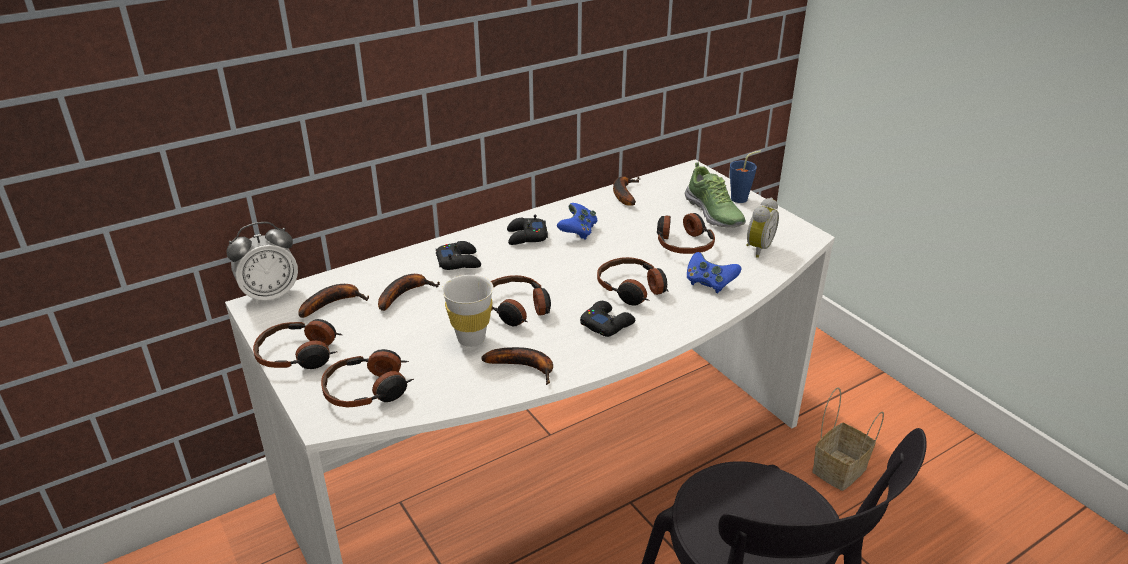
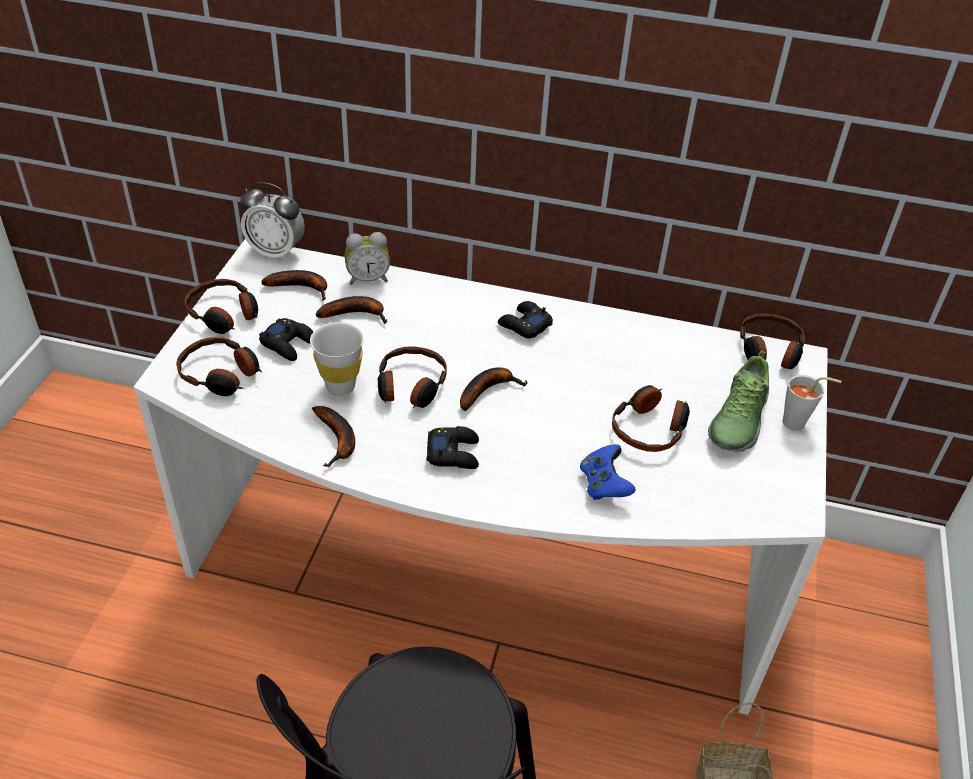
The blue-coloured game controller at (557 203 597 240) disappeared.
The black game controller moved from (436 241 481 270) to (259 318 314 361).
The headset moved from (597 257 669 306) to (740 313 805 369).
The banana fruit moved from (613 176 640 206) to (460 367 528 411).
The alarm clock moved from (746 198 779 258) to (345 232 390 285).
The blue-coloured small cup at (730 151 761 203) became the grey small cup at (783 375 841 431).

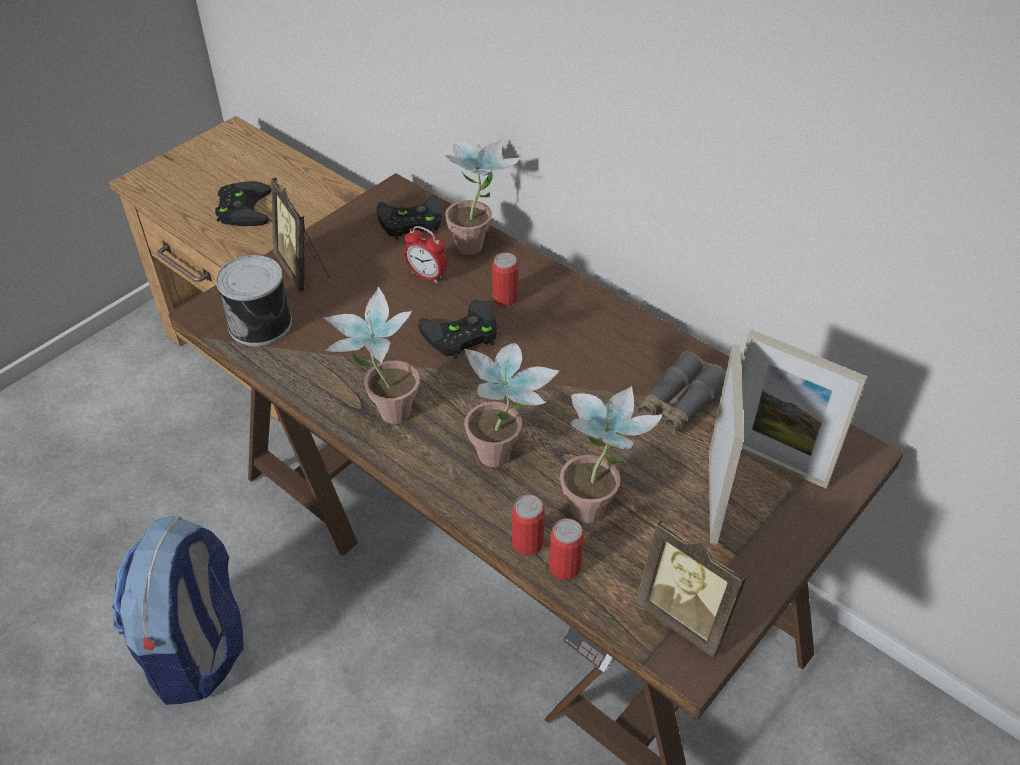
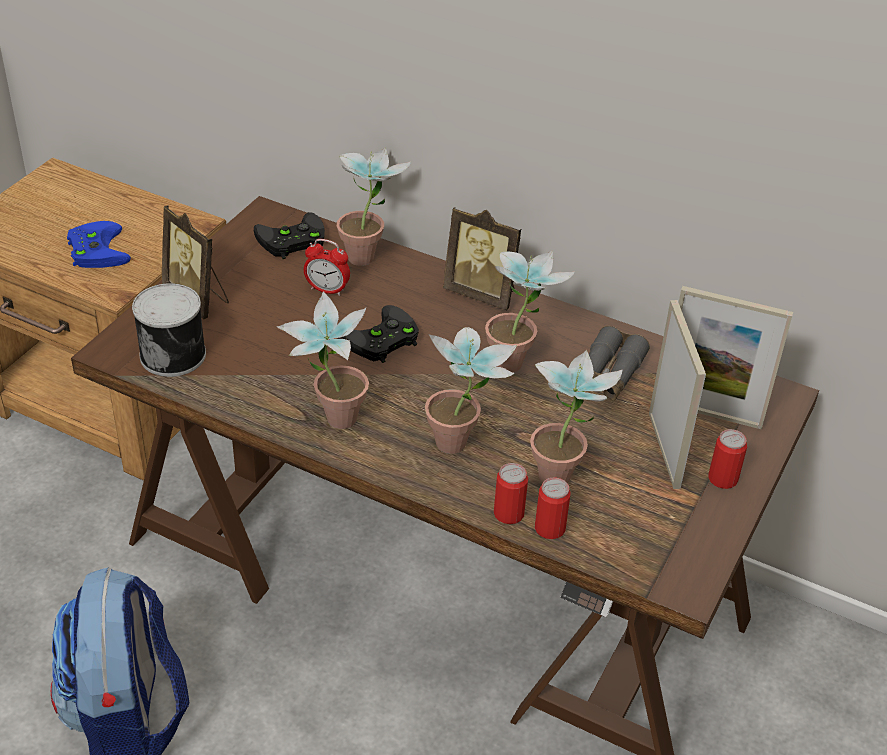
The plant in a pot at (485 251 575 372) appeared.
The metal can moved from (492 253 518 306) to (708 429 747 489).
The picture frame moved from (635 521 746 658) to (443 207 521 310).
The black game controller at (215 181 272 226) became the blue-coloured game controller at (67 221 131 268).

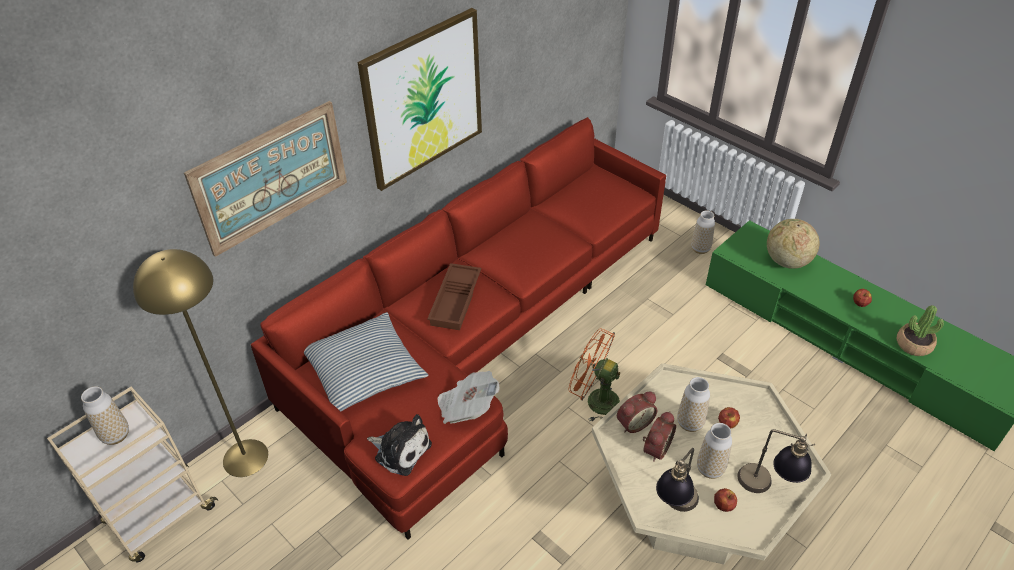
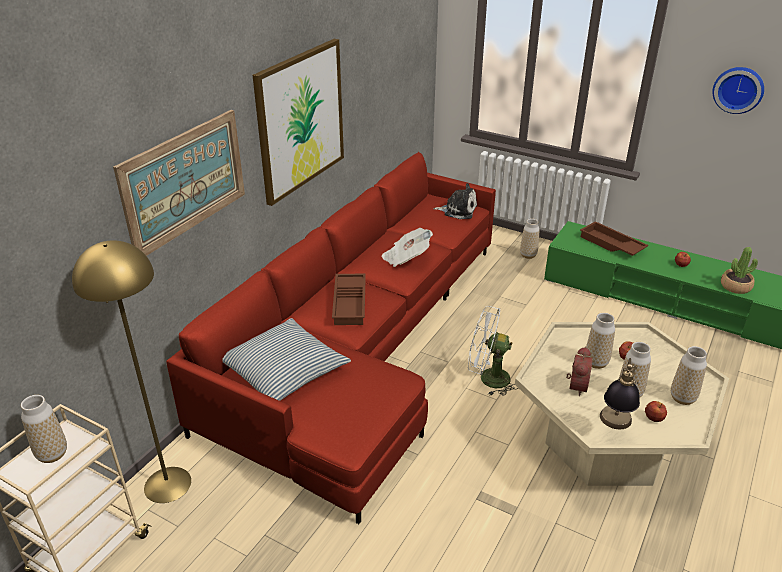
The alarm clock at (617 392 657 433) disappeared.
The wall clock at (712 67 764 114) appeared.
The plush toy moved from (367 414 432 476) to (433 183 477 219).
The printed paper moved from (437 371 500 424) to (382 228 433 267).
The tabletop lamp at (738 429 815 493) was replaced by the decorative vase at (671 346 707 405).
The desk globe at (767 219 819 269) was replaced by the brown-coloured serving tray at (580 221 649 256).
The orangey electric fan at (568 328 620 421) became the white electric fan at (468 306 518 396).

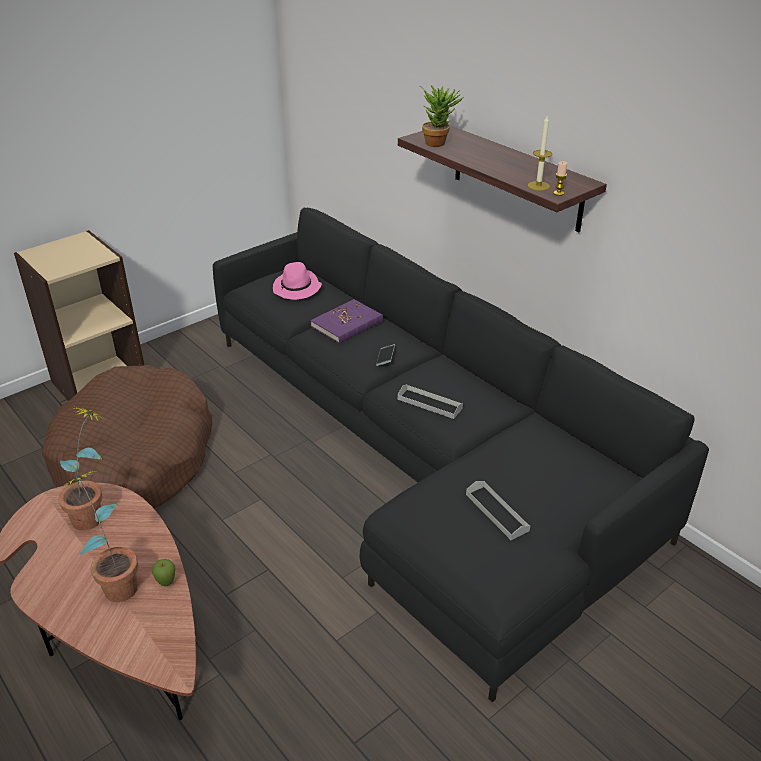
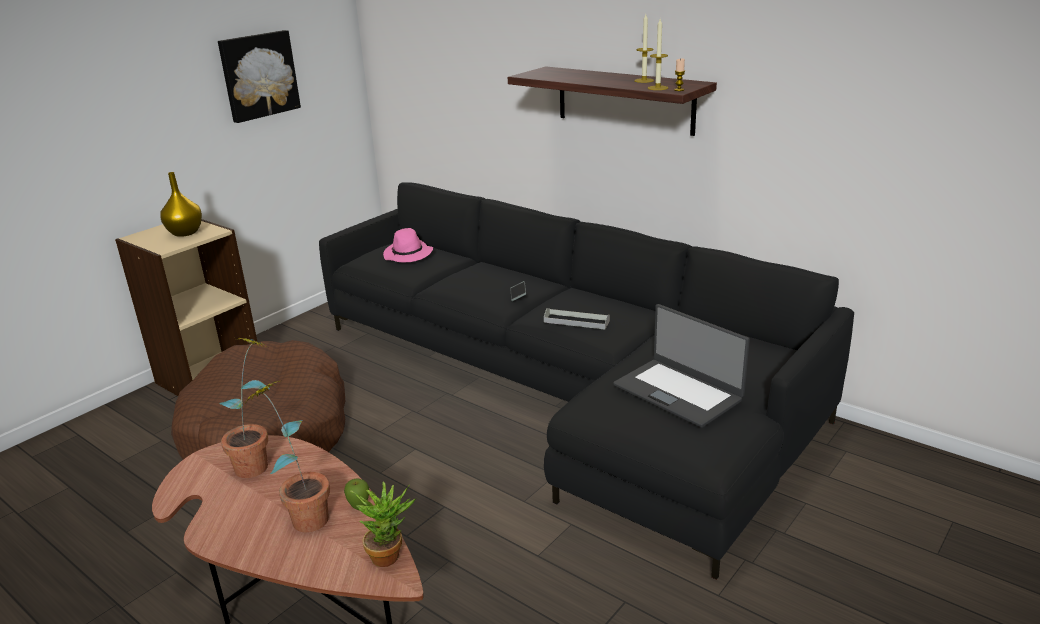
The purple bound book at (310 299 383 344) disappeared.
The yellowish decorative vase at (160 172 202 237) appeared.
The wall picture at (218 30 301 123) appeared.
The wax light at (634 14 654 83) appeared.
The plant in a pot moved from (420 85 464 147) to (350 481 416 567).
The grey serving tray at (466 481 530 540) was replaced by the portable computer at (613 304 750 428).

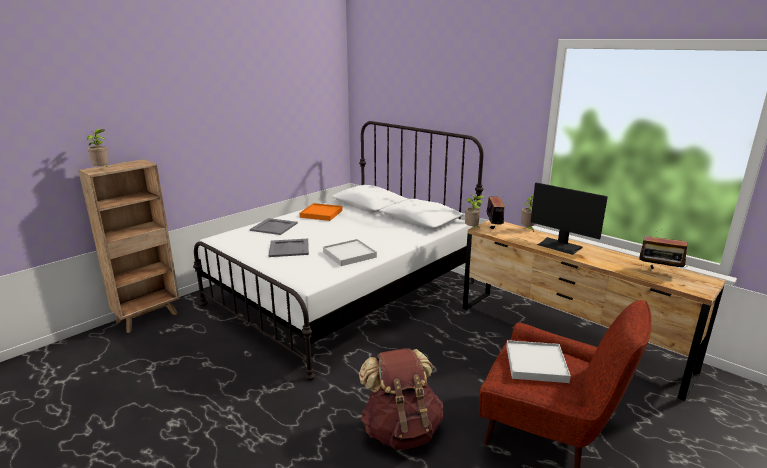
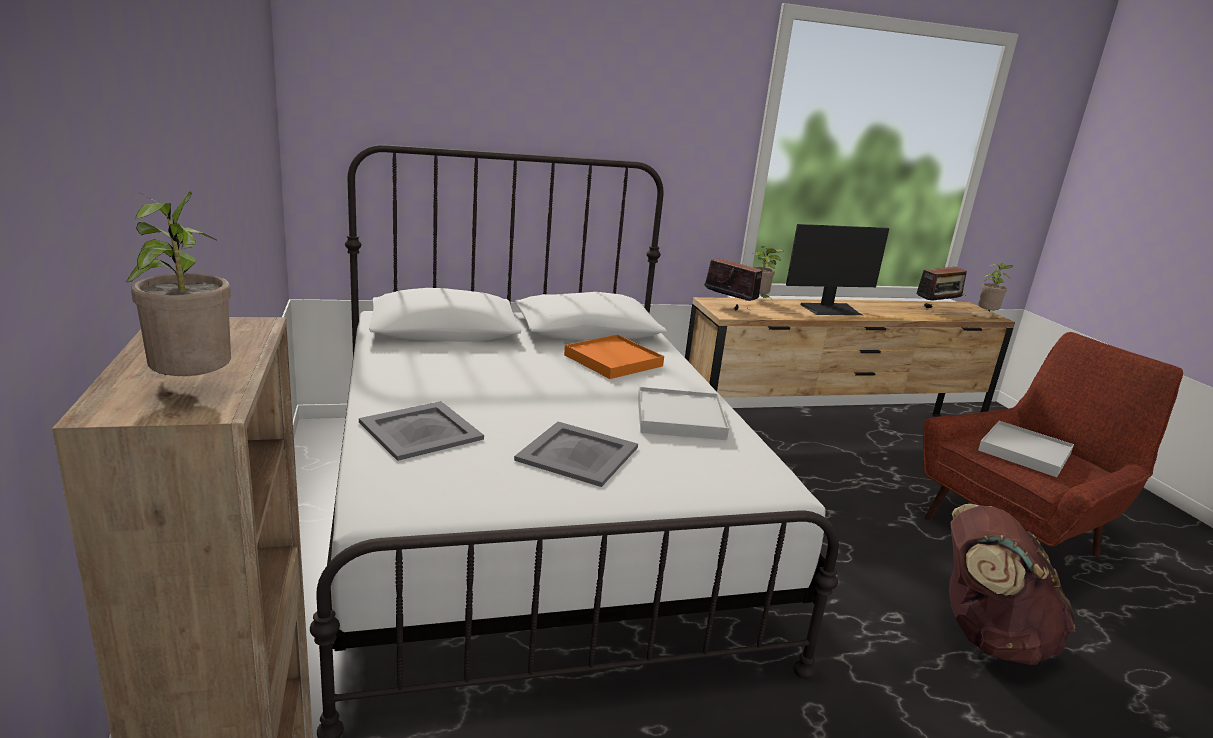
The orangey serving tray moved from (300 203 343 221) to (564 335 664 379).
The plant in a pot moved from (465 195 485 228) to (978 263 1013 312).

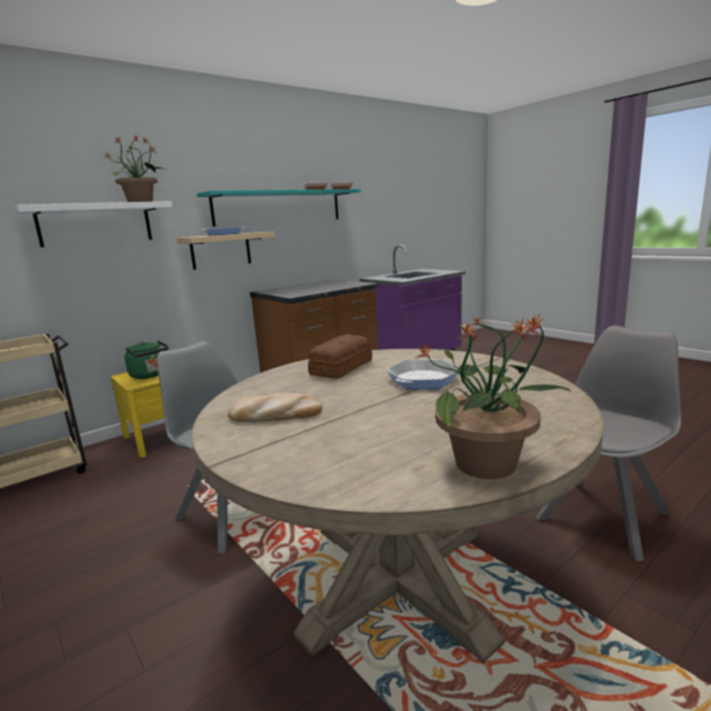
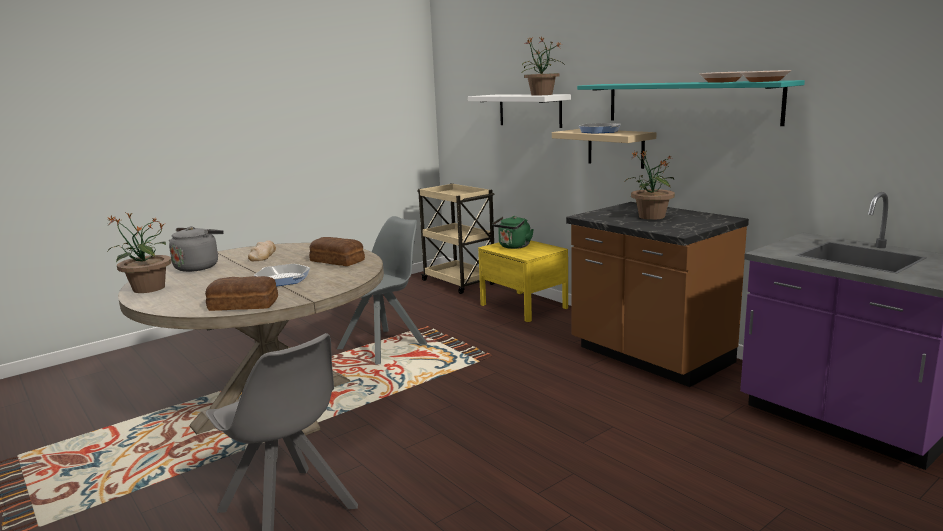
The grey water kettle at (169 226 224 272) appeared.
The bread at (205 276 278 311) appeared.
The plant in a pot at (625 150 675 220) appeared.

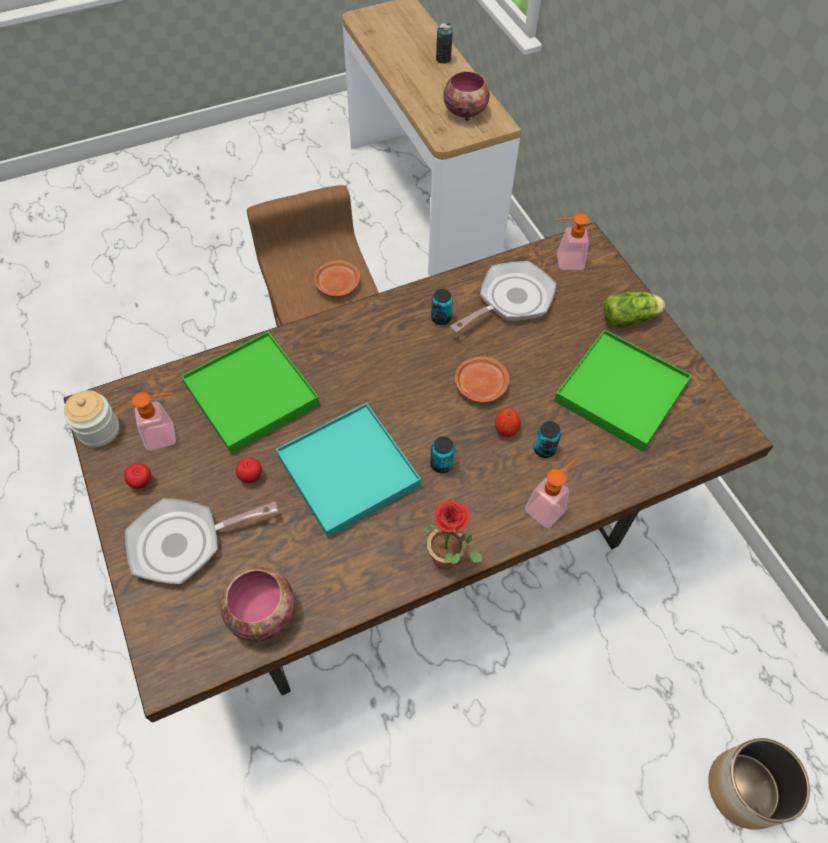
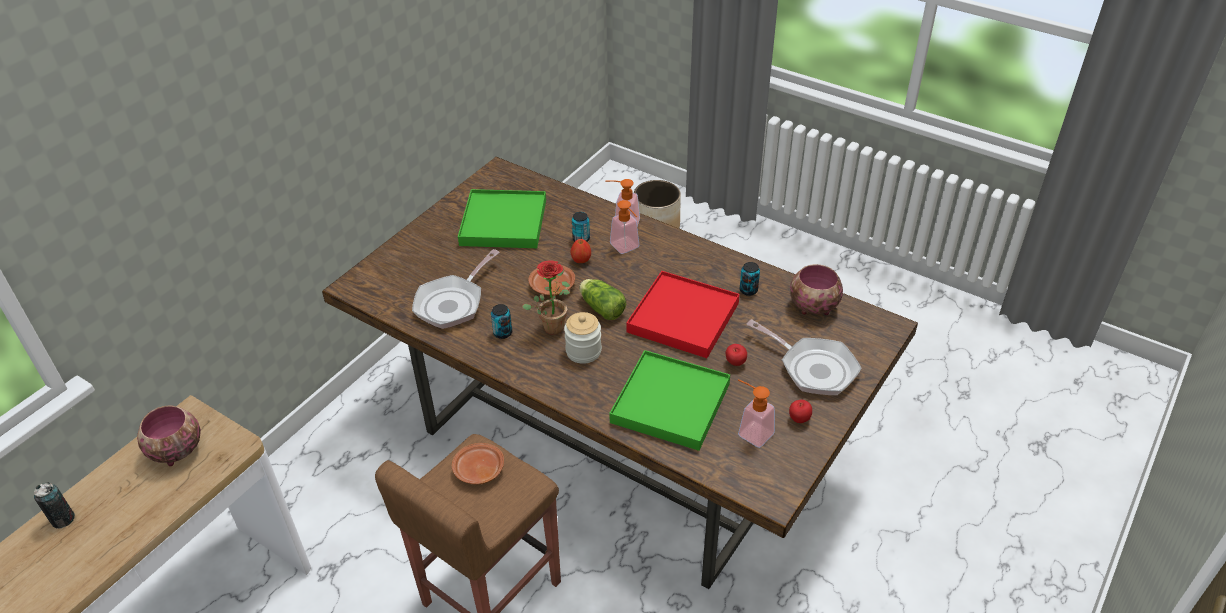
The jar moved from (64 390 119 447) to (564 312 602 364).
The plant in a pot moved from (422 500 482 569) to (522 260 570 335).
The metal can moved from (430 436 455 473) to (740 262 760 296).
The soap bottle moved from (555 214 589 270) to (610 200 639 254).
The head of lettuce moved from (604 292 665 327) to (579 279 626 320).
The blue-green serving tray at (276 403 421 538) became the red-coloured serving tray at (626 271 740 358).
The pan at (450 261 556 332) turned 75 degrees counterclockwise.

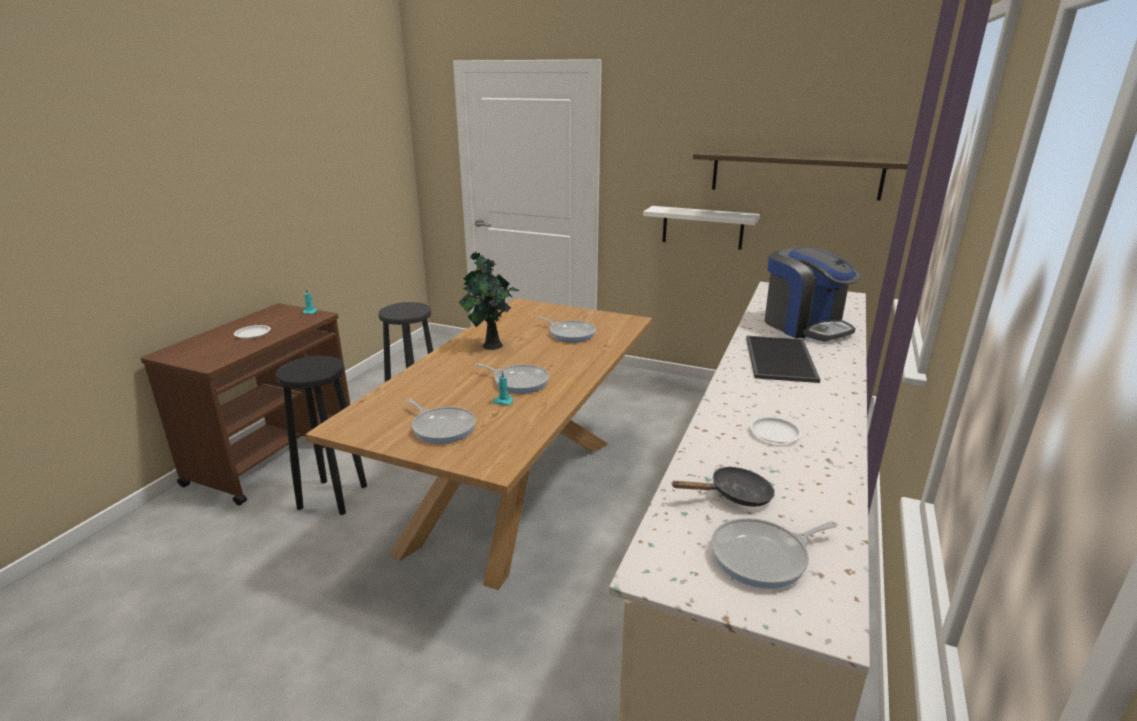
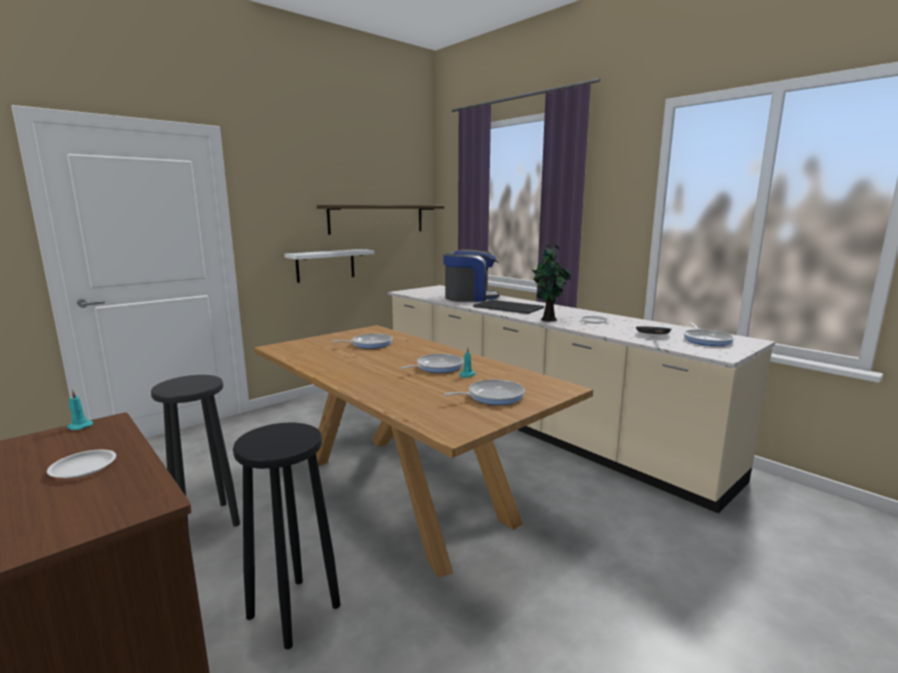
The plant in a pot moved from (459 252 519 350) to (532 243 571 322).

